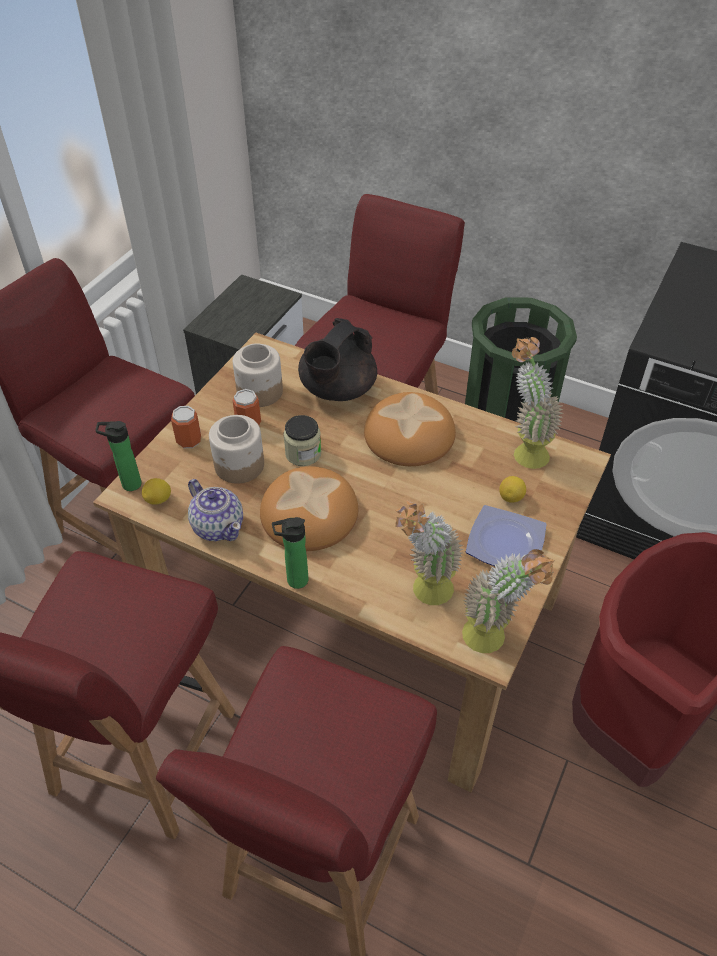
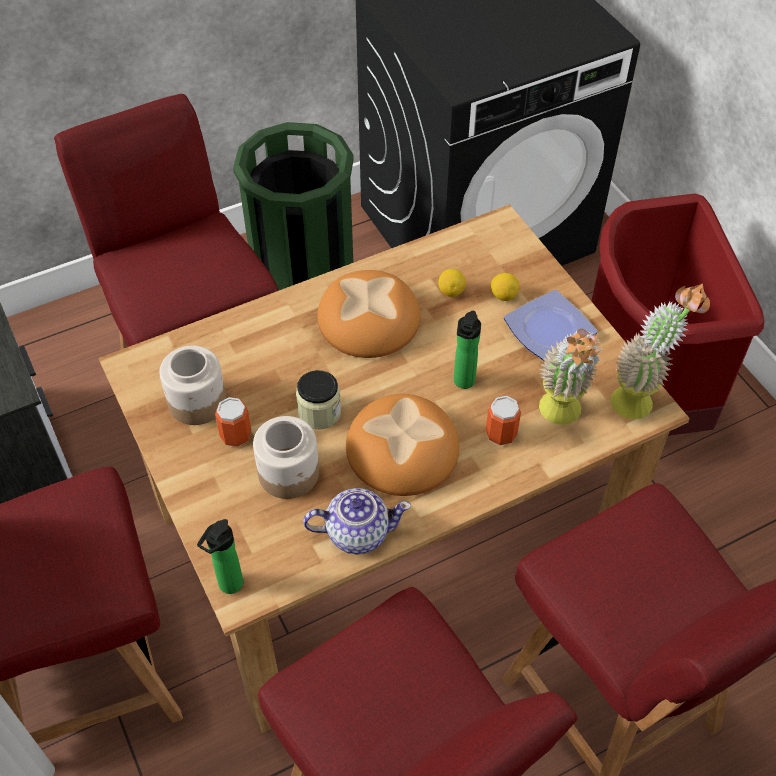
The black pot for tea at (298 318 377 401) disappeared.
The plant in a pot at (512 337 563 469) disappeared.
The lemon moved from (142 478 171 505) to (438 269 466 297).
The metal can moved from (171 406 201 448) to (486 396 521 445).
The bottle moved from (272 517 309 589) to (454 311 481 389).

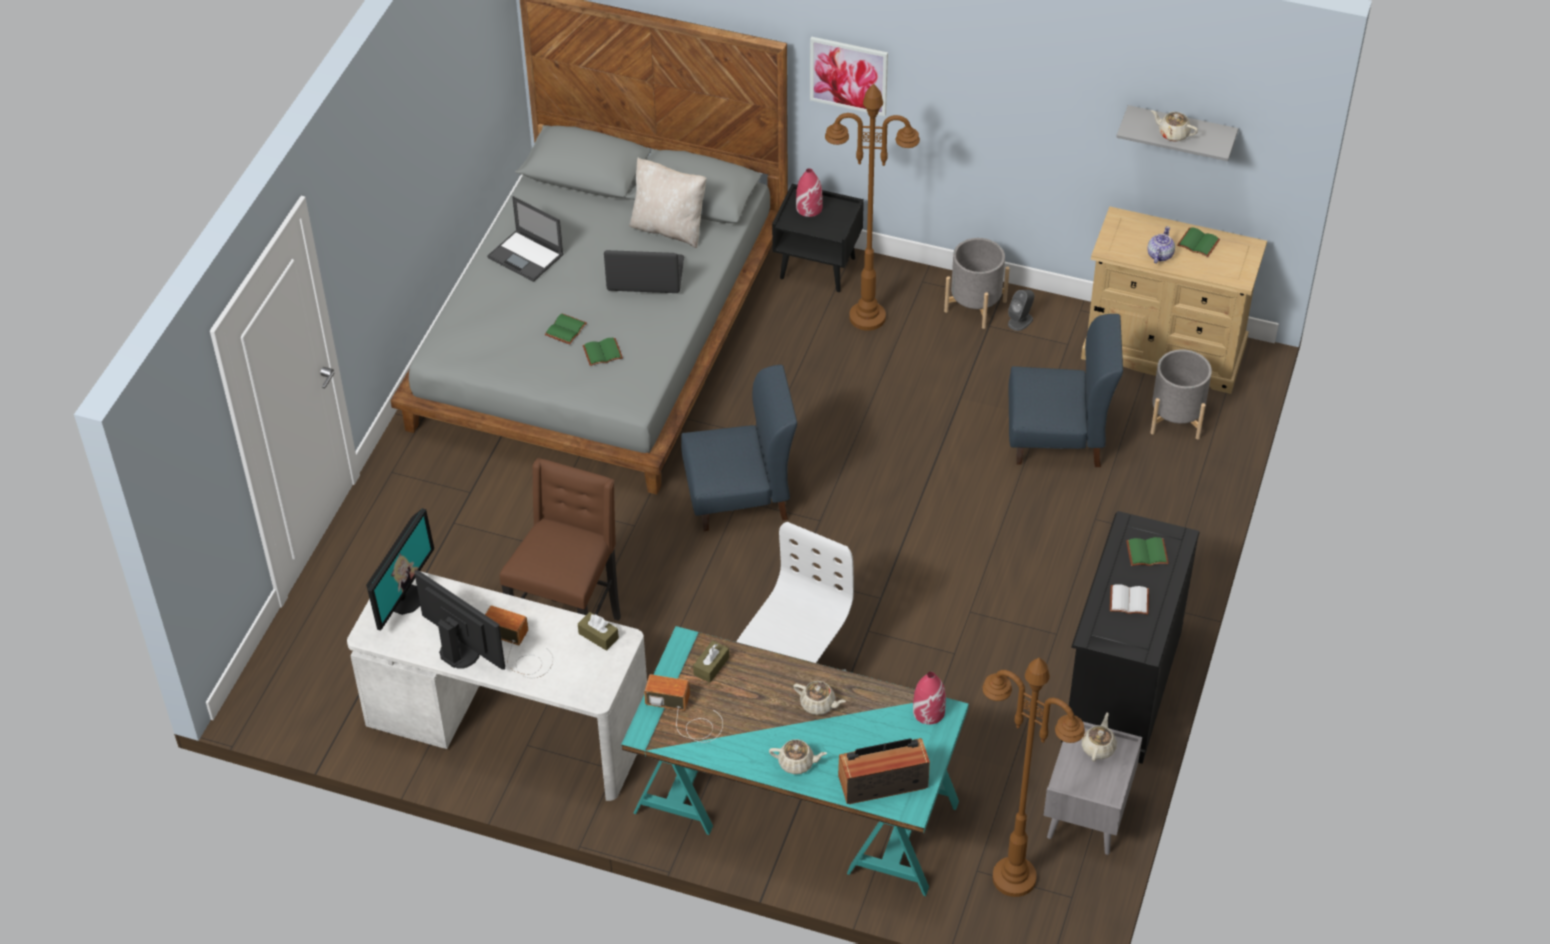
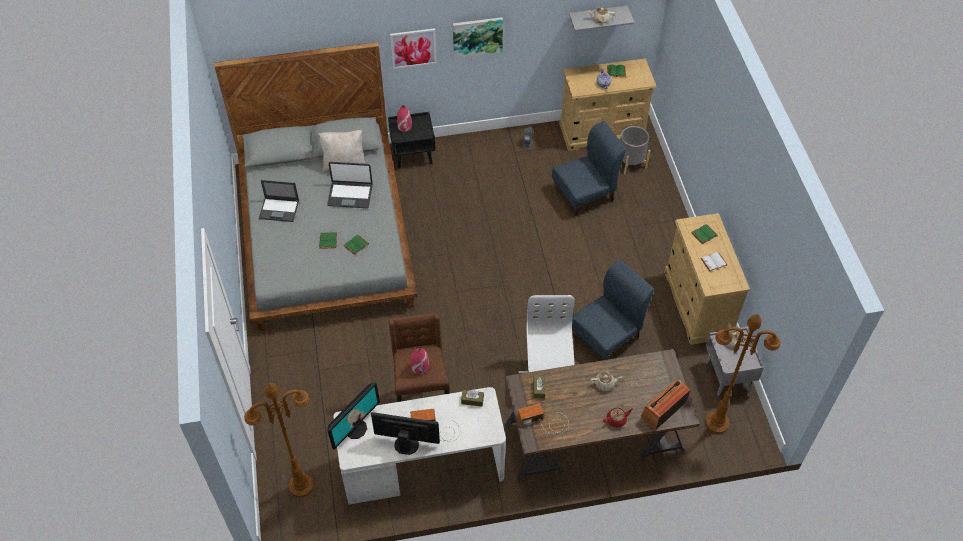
The grey flower pot at (944 238 1010 329) disappeared.
The wall picture at (453 17 503 58) appeared.
The blue-coloured plain chair moved from (681 365 797 531) to (572 259 654 360).
The brown-coloured standard lamp moved from (825 84 920 331) to (244 383 314 497).
The red-coloured decorative vase moved from (913 672 946 725) to (411 347 429 374).
The blue-green desk table at (621 626 969 896) became the brown-coloured desk table at (505 349 700 482).
The beige-coloured pot for tea at (769 739 827 774) became the red-coloured pot for tea at (603 408 634 428).
The black dresser at (1061 511 1200 764) became the beige-coloured dresser at (664 213 750 345).
The monitor at (366 508 434 631) turned 45 degrees clockwise.
The portable computer at (604 250 684 293) turned 150 degrees counterclockwise.

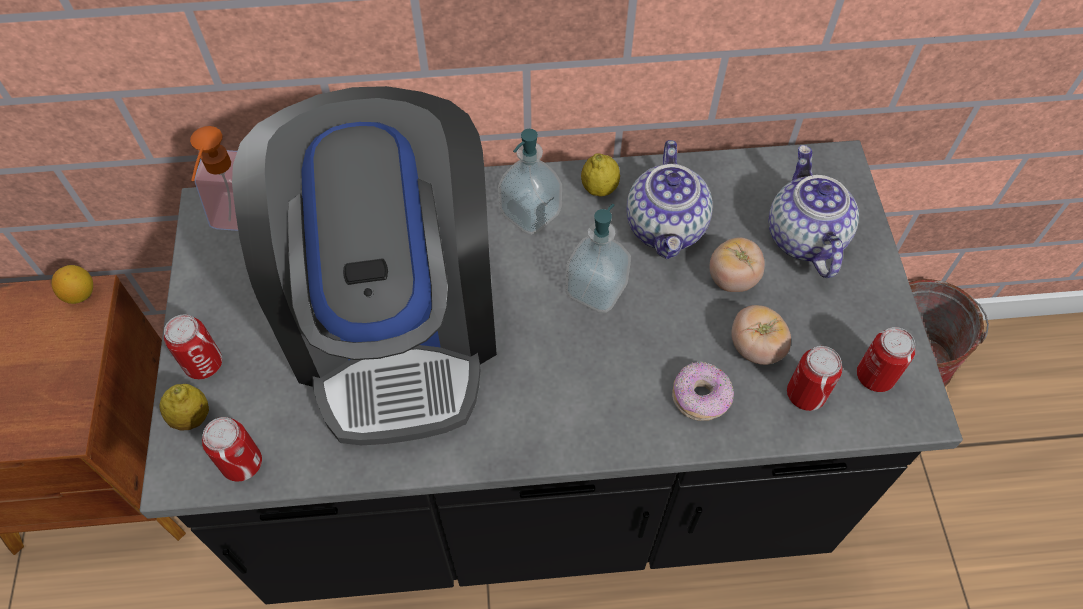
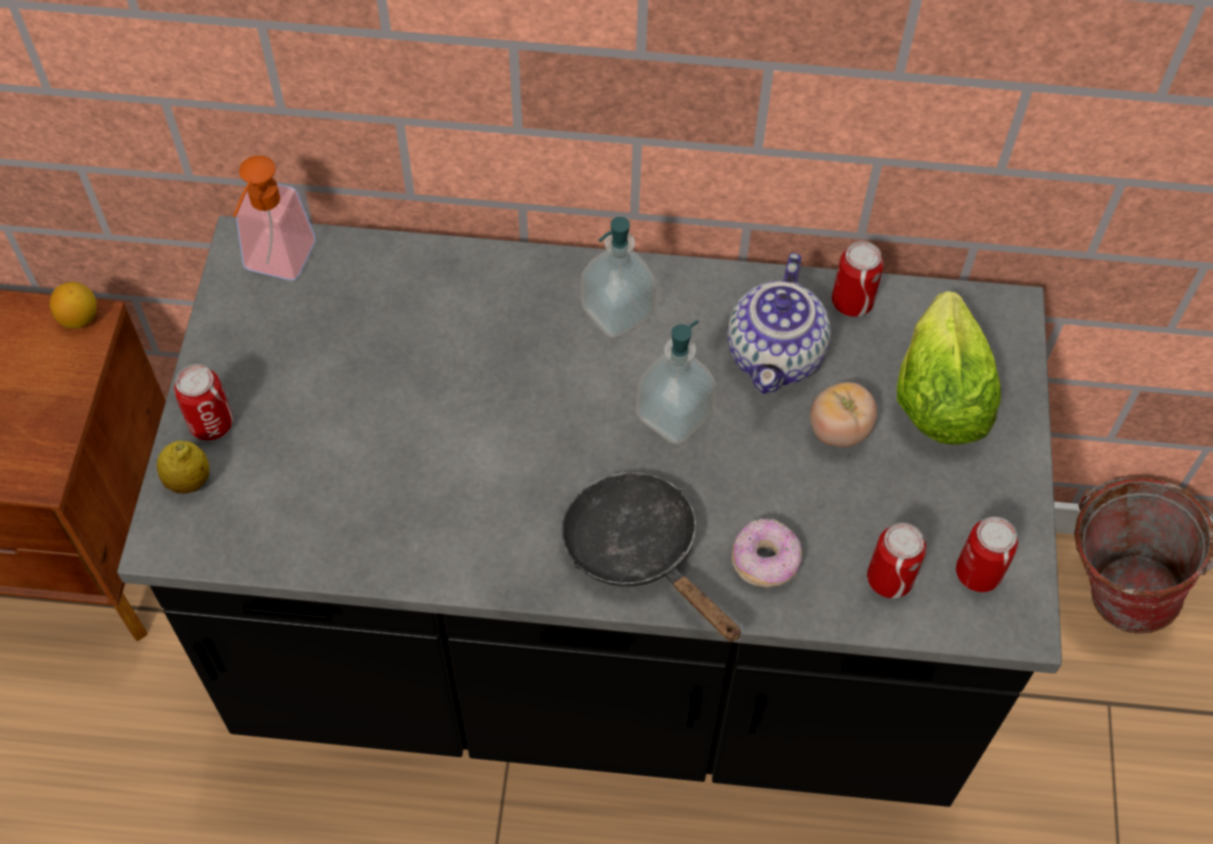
The coffee brewer at (232 86 497 445) disappeared.
The lemon at (581 153 620 197) disappeared.
The fresh tomato at (731 305 791 365) disappeared.
The black pan at (561 472 742 643) appeared.
The metal can moved from (202 417 262 482) to (832 241 884 317).
The pot for tea at (768 145 859 278) was replaced by the head of lettuce at (897 291 1001 445).

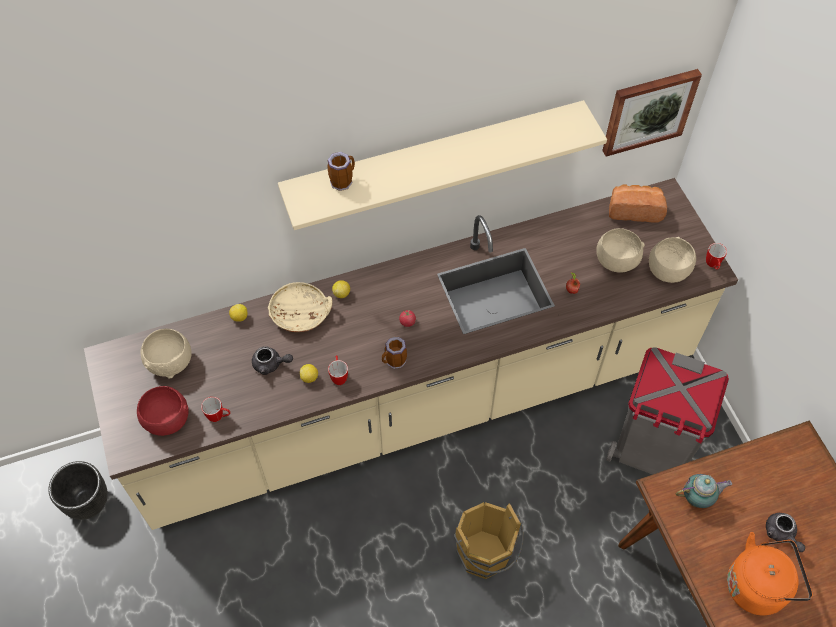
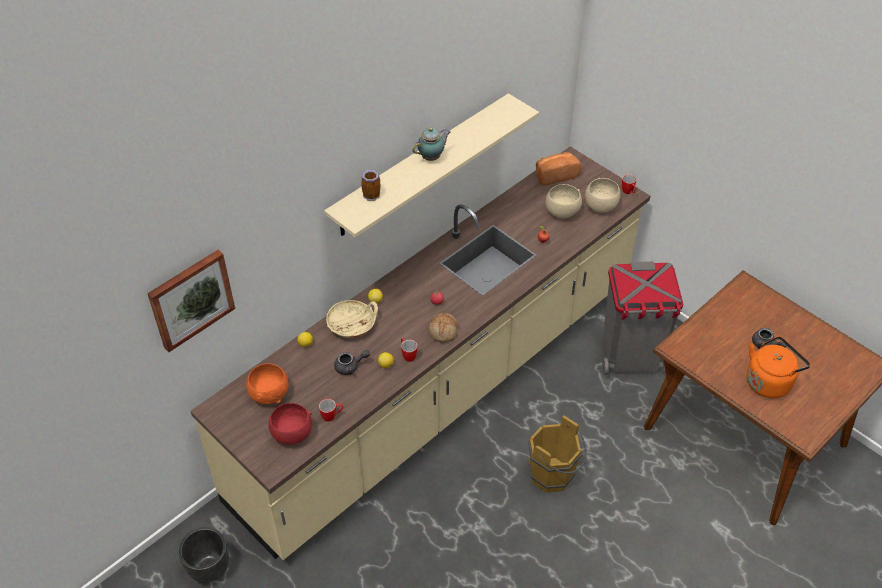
The wall picture moved from (602 69 702 157) to (147 250 235 352).
The pot for tea moved from (676 474 732 508) to (412 127 450 161).
The coffee mug at (382 336 407 369) was replaced by the bread at (428 313 458 343).
The beige-coloured deep dish at (141 329 191 379) became the orangey deep dish at (246 363 289 404).

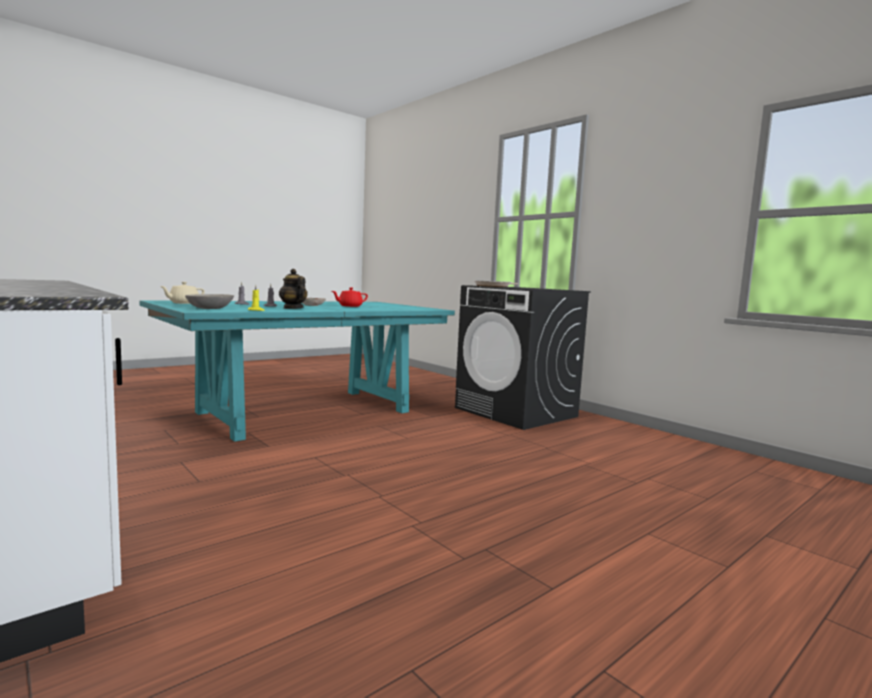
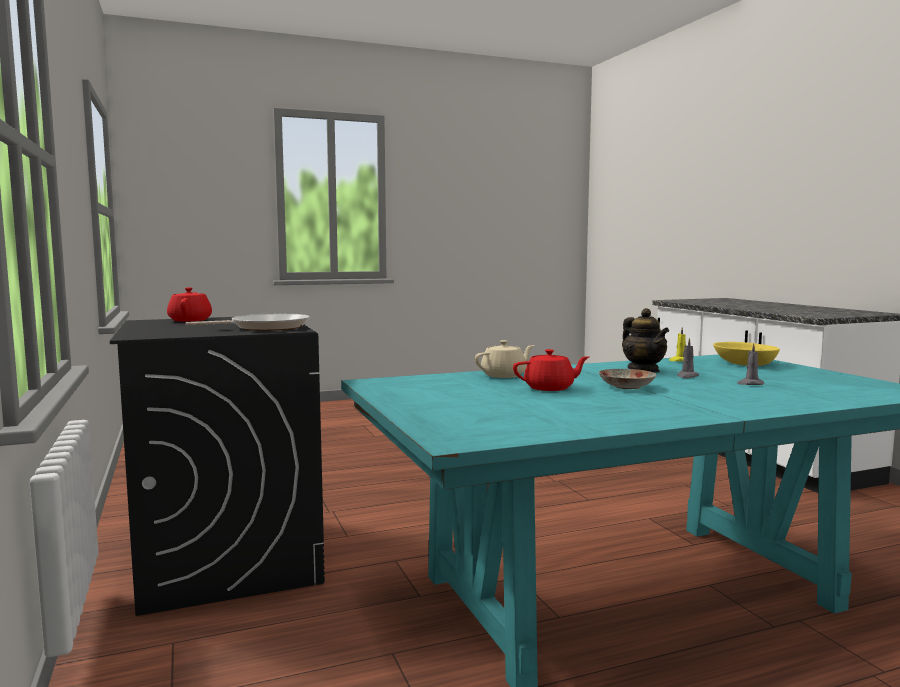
The red-coloured pot for tea at (167 287 212 322) appeared.
The beige-coloured pot for tea moved from (160 282 205 304) to (475 340 535 378).
The grey deep dish at (185 294 234 309) became the yellowish deep dish at (713 342 780 366).

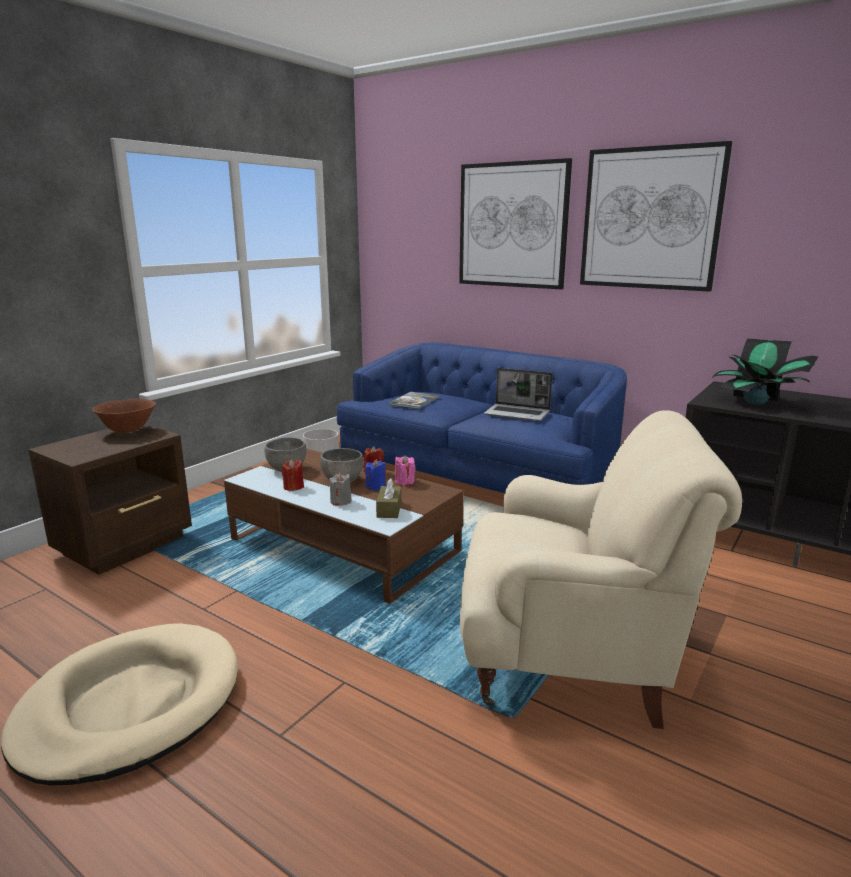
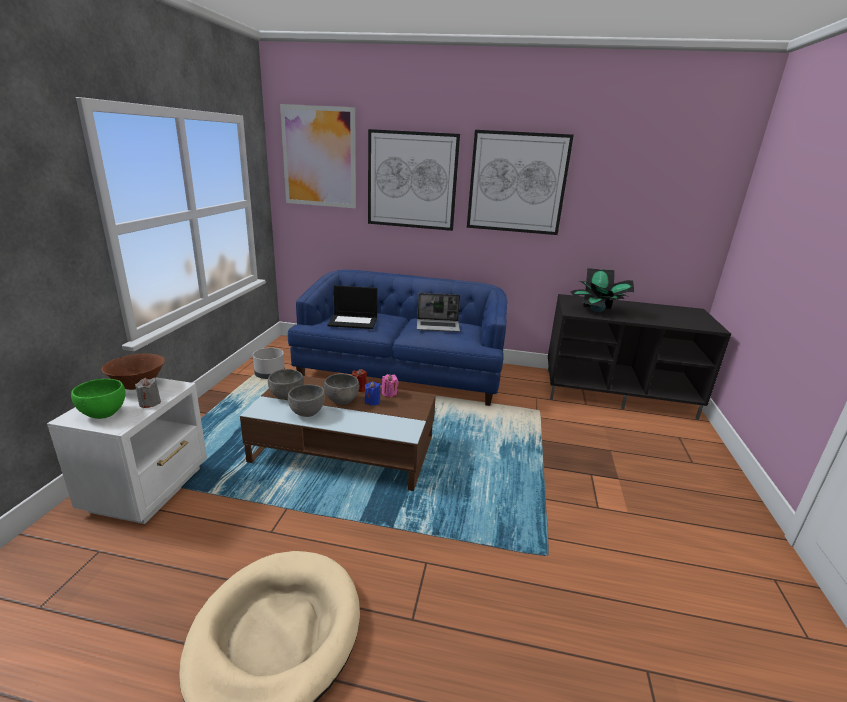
The brown-coloured box of tissues at (376 478 401 518) disappeared.
The beige-coloured lounge chair at (460 410 742 729) disappeared.
The green deep dish at (71 379 126 419) appeared.
The wall picture at (280 104 356 208) appeared.
The grey wax light moved from (330 472 352 506) to (135 377 161 408).
The red-coloured wax light at (281 460 304 491) was replaced by the grey deep dish at (288 385 325 417).
The bound book at (389 392 439 409) was replaced by the portable computer at (327 285 377 329).
The brown-coloured bedside table at (28 424 192 575) became the white bedside table at (47 377 207 524).

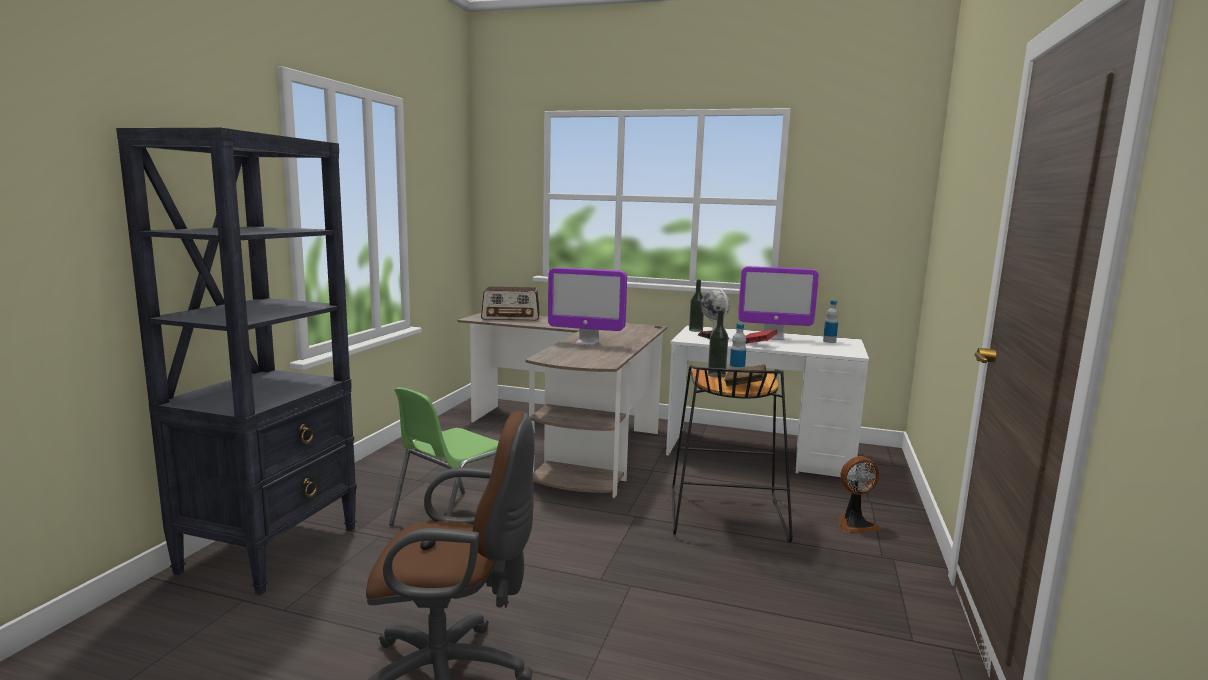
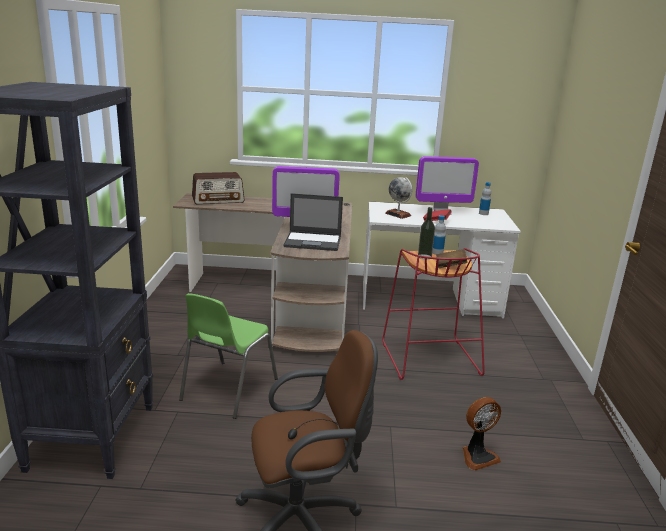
The bottle at (689 280 704 332) disappeared.
The portable computer at (283 193 343 251) appeared.
The electric fan moved from (839 456 880 533) to (462 397 501 471).
The black stool at (672 365 792 542) became the red-coloured stool at (383 248 485 380).

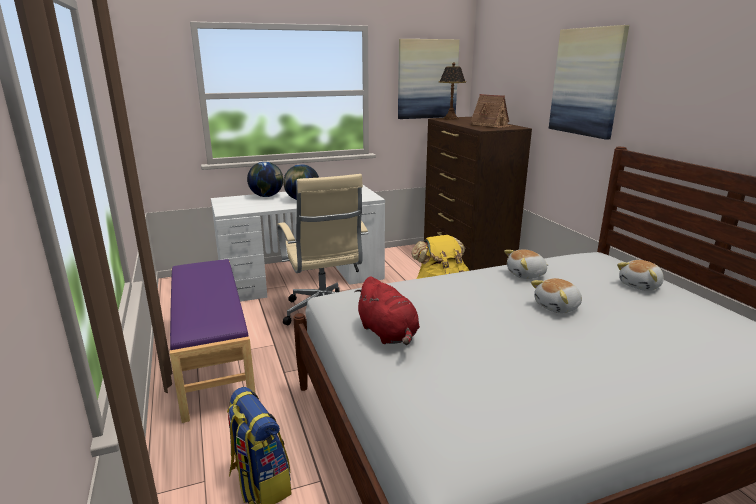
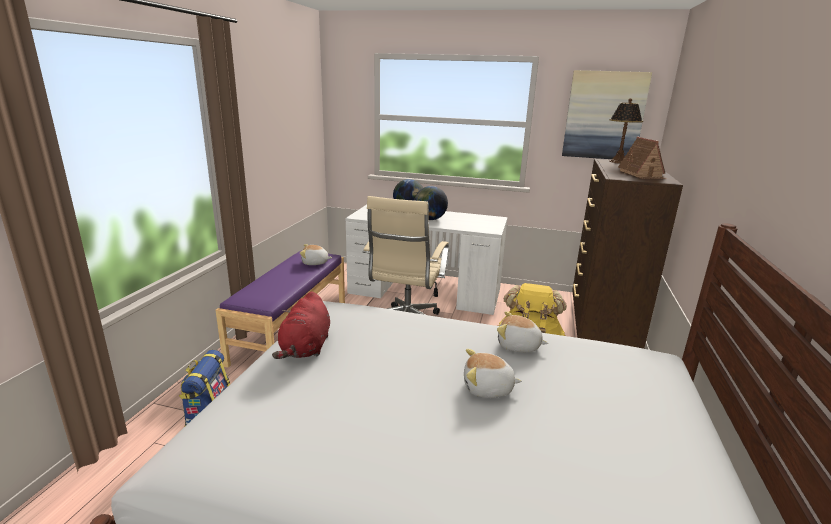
The wall picture at (549 25 629 140) disappeared.
The plush toy moved from (617 260 664 291) to (300 244 332 265).

